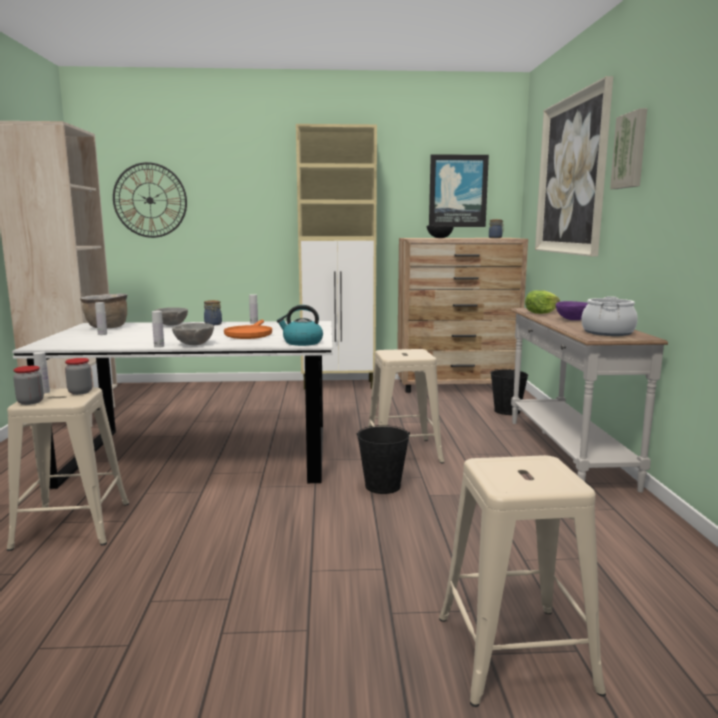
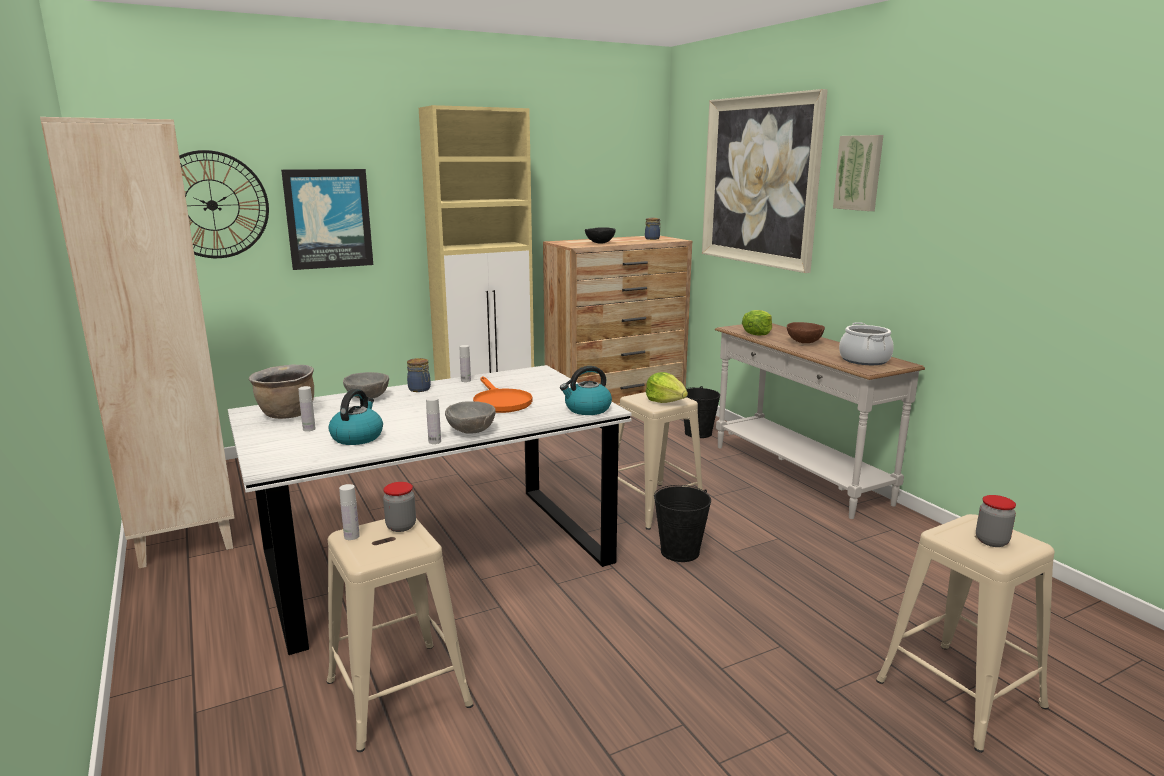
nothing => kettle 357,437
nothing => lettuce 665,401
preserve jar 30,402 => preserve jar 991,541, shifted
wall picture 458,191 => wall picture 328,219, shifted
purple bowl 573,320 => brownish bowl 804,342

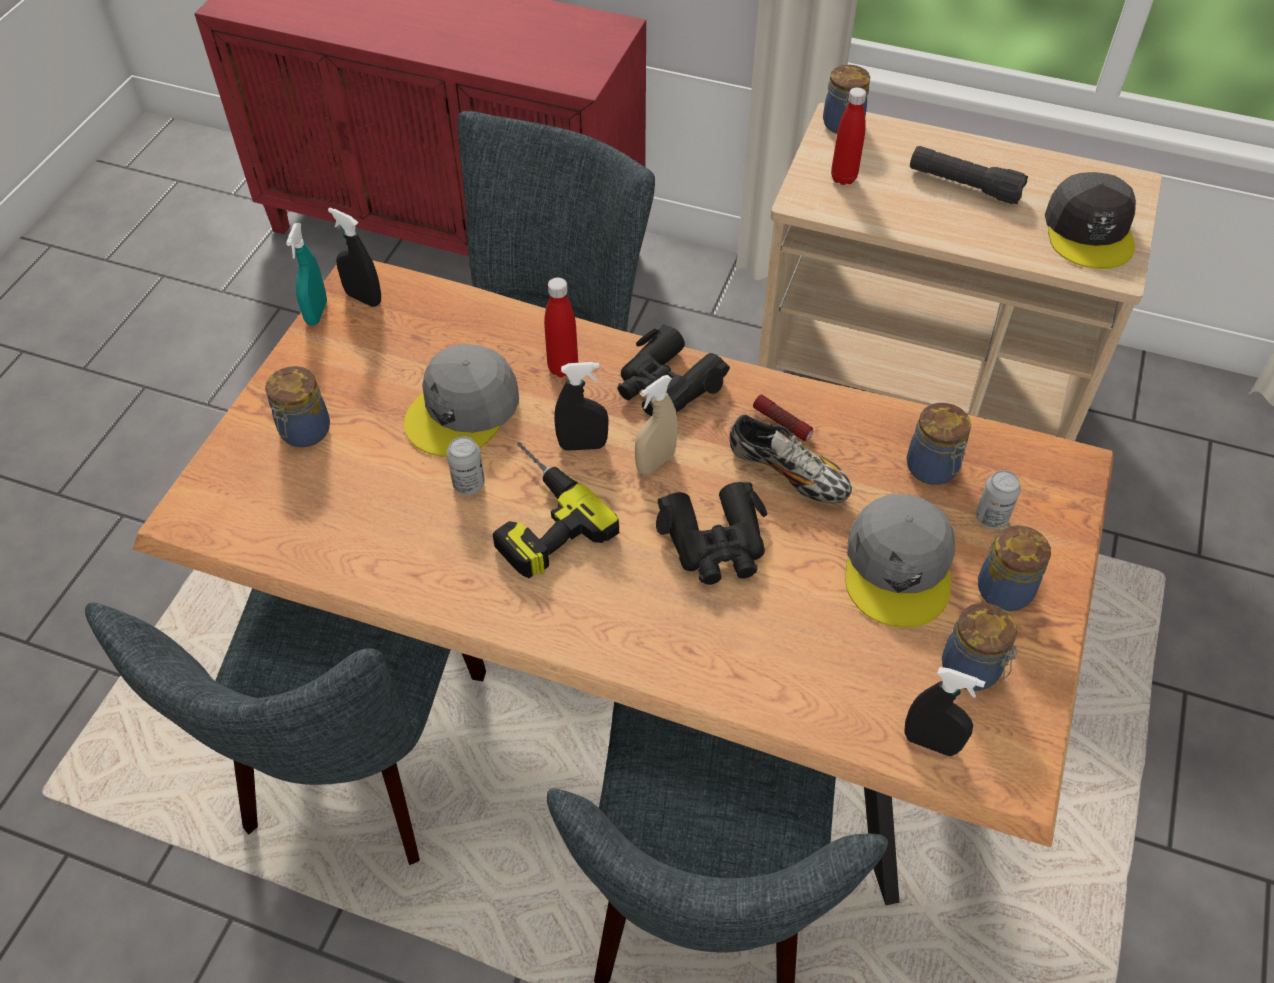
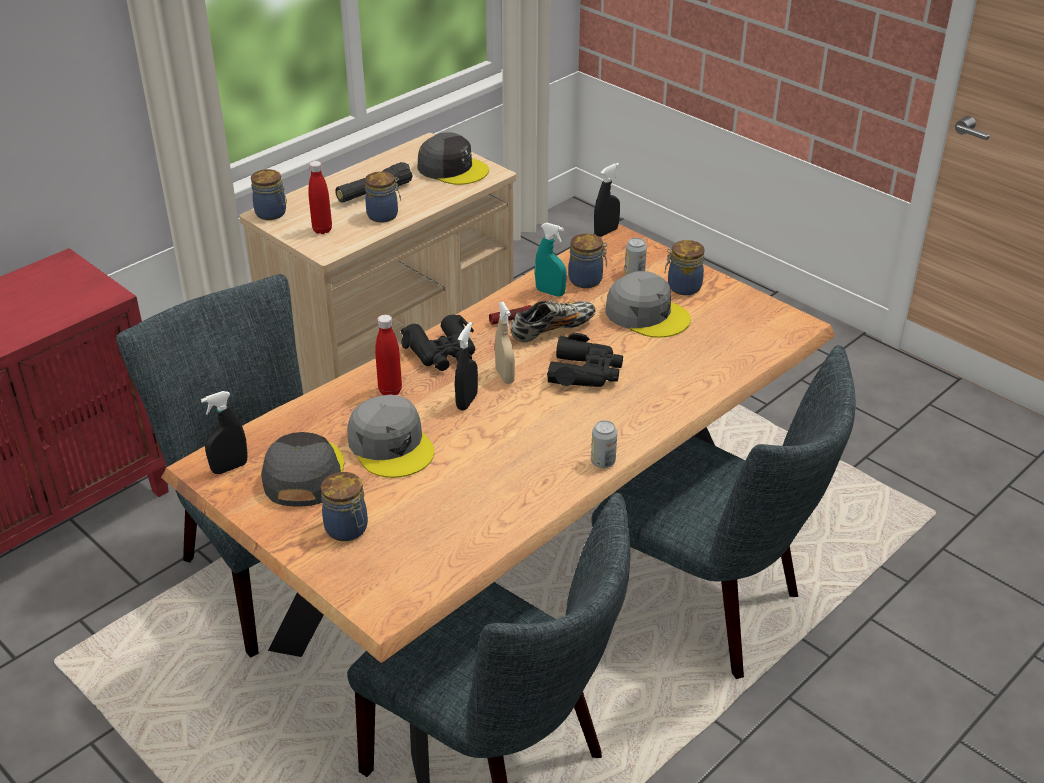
power drill 534,515 => nothing
nothing => greyish peaked cap 303,474
turquoise hand sprayer 317,313 => turquoise hand sprayer 550,292, shifted
sealed can 469,484 => sealed can 603,462, shifted
blackish hand sprayer 931,742 => blackish hand sprayer 606,232, shifted
preserve jar 972,670 => preserve jar 384,215, shifted

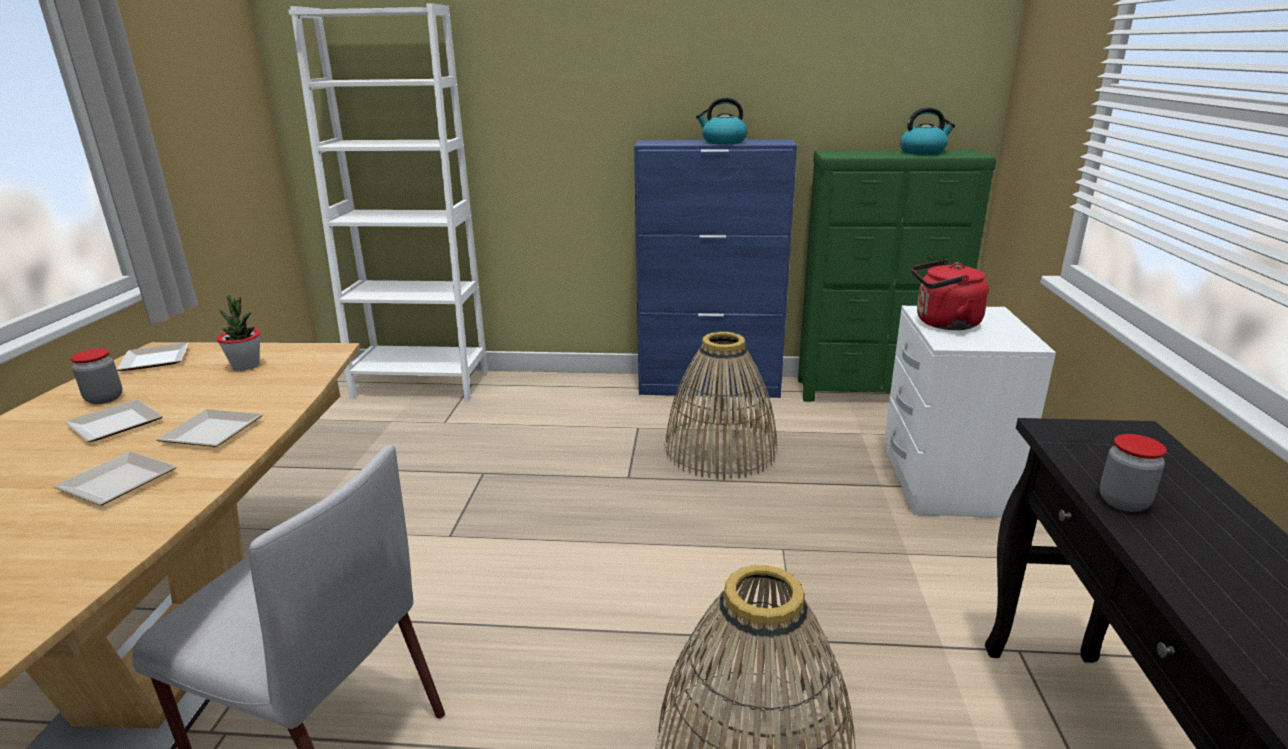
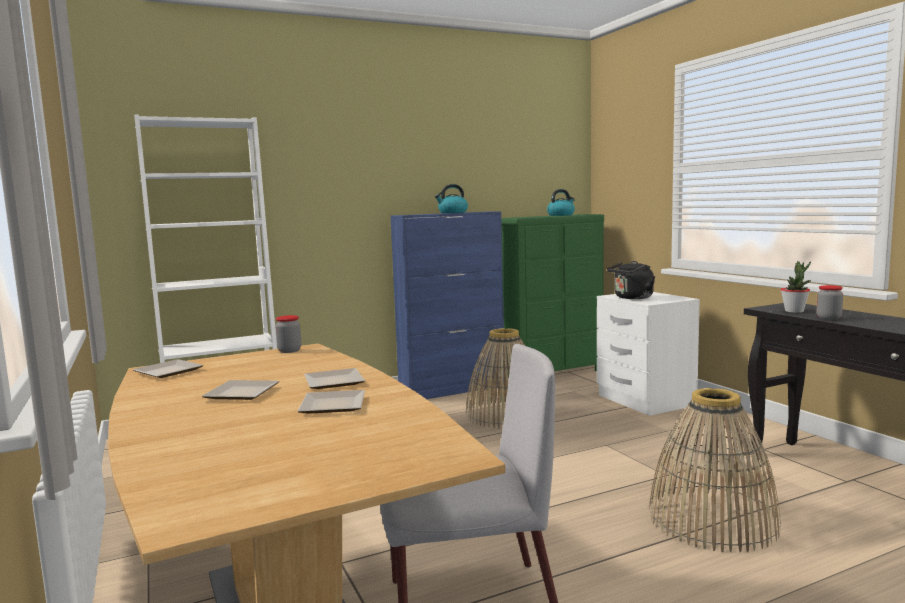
preserve jar 104,399 => preserve jar 289,350, shifted
houseplant 246,366 => houseplant 794,311, shifted
reddish kettle 943,323 => blackish kettle 631,298

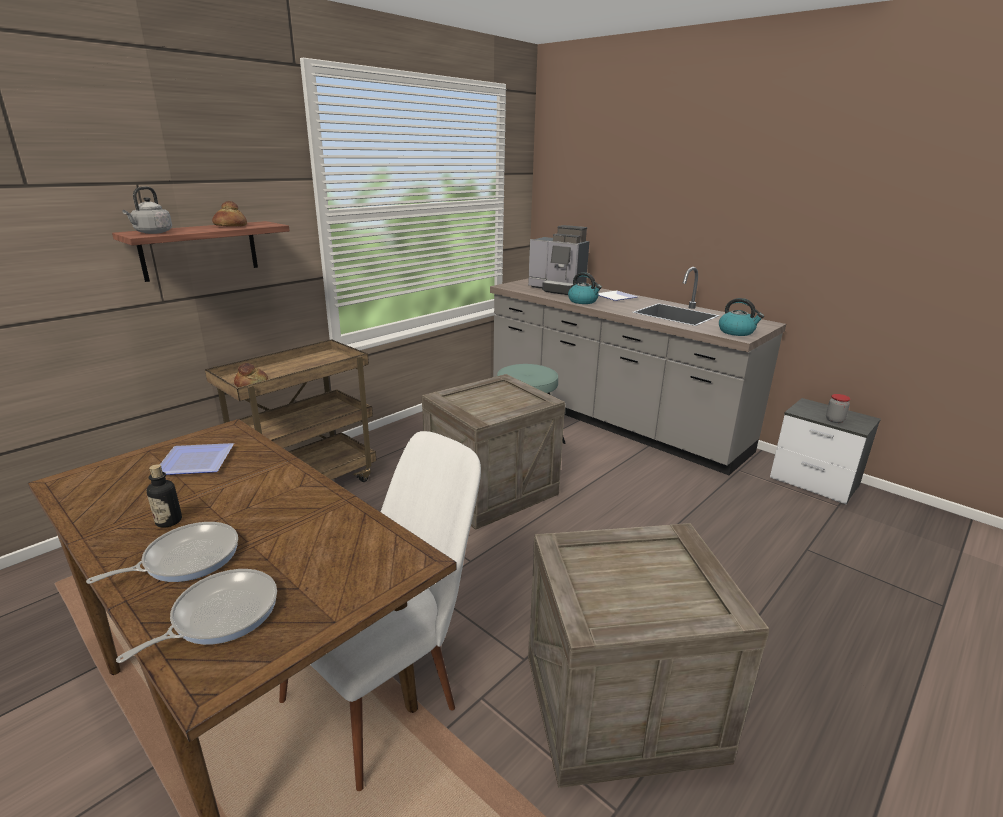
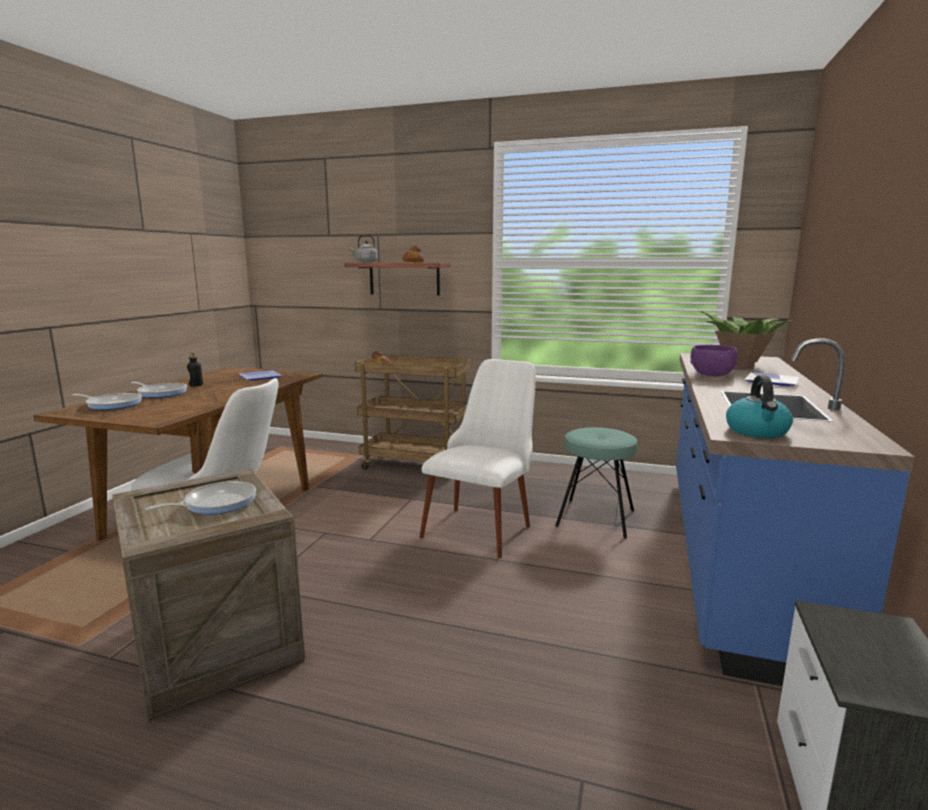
preserve jar 834,420 => nothing
nothing => frying pan 216,503
crate 492,490 => white plain chair 484,524
coffee machine 557,289 => houseplant 740,365
kettle 583,301 => purple bowl 712,375
greyish counter 610,420 => bluish counter 733,554

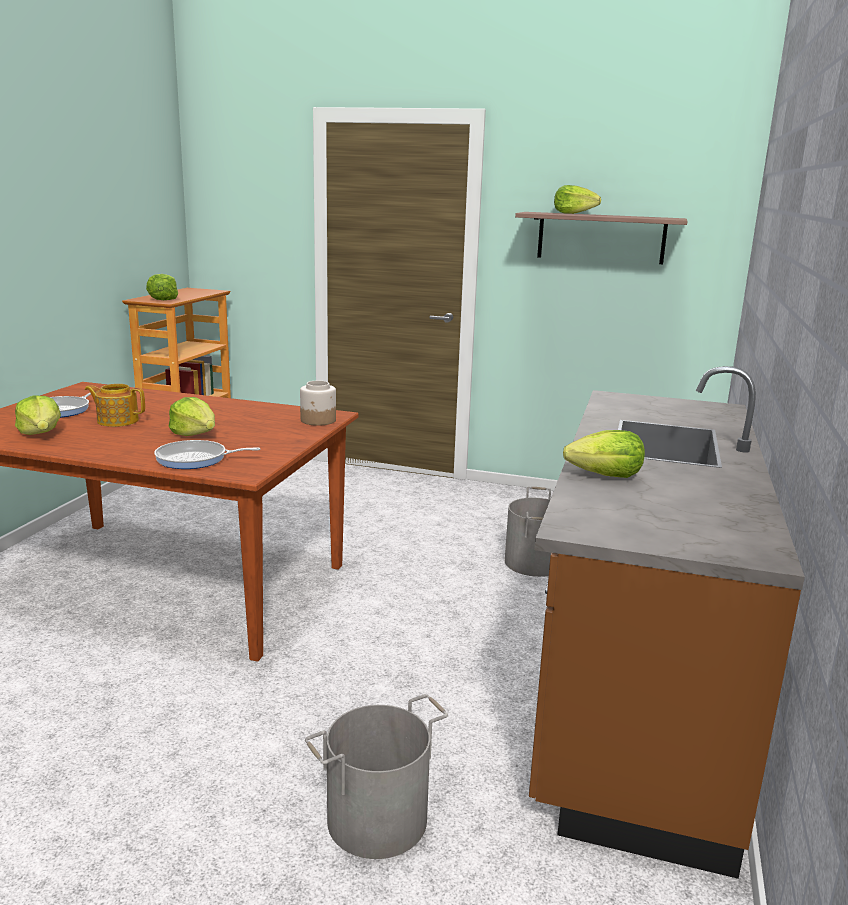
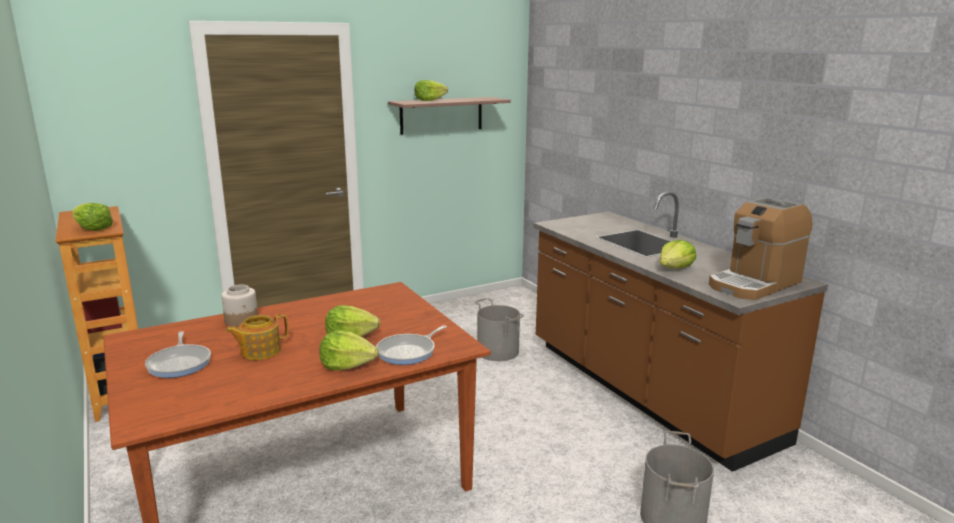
nothing => coffee machine 754,284
lettuce 41,433 => lettuce 347,365, shifted
preserve jar 318,420 => preserve jar 242,320, shifted

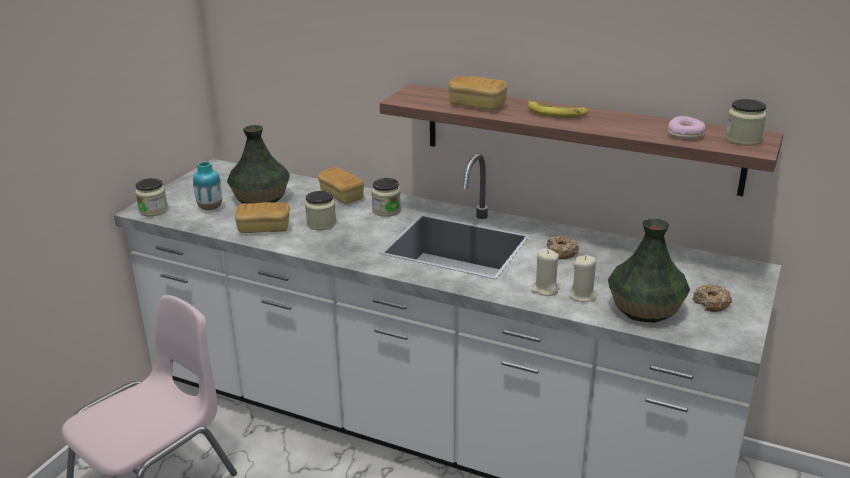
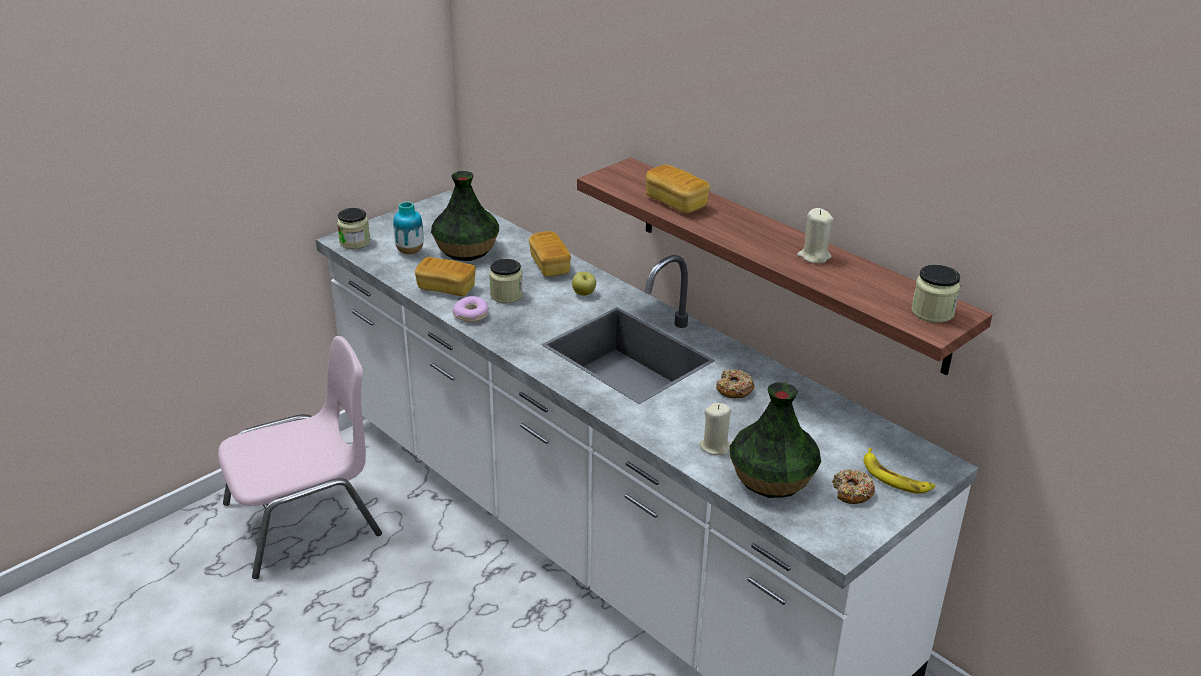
banana fruit 556,113 => banana fruit 895,477, shifted
beige-coloured candle 545,289 => beige-coloured candle 814,256, shifted
donut 685,134 => donut 471,315, shifted
preserve jar 386,210 => whole apple 584,294

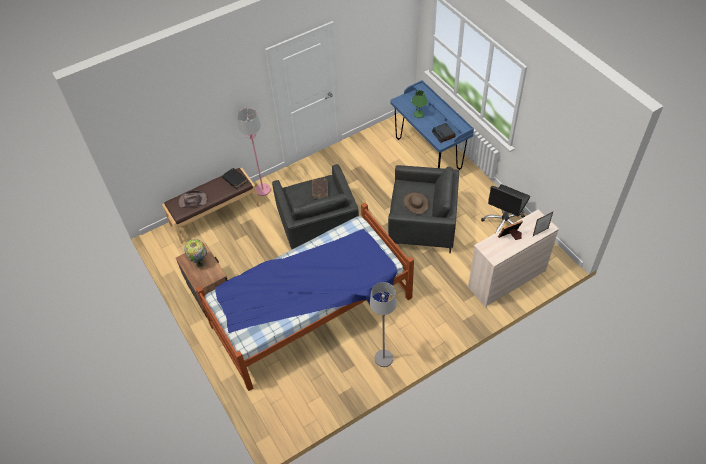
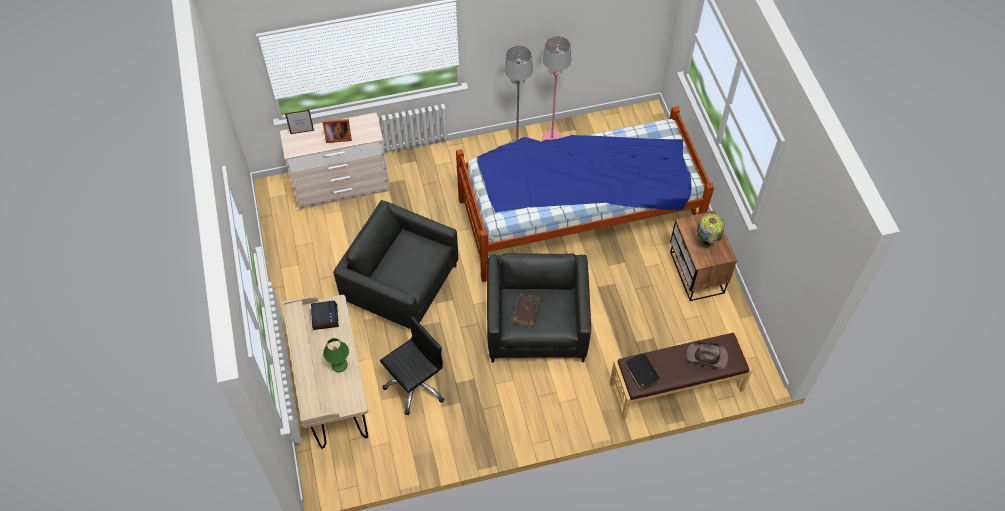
brownish hat 415,203 => nothing
pinkish floor lamp 263,190 => pinkish floor lamp 551,138, shifted
blackish desk chair 504,224 => blackish desk chair 416,385, shifted
bluish desk table 428,154 => beige-coloured desk table 335,394

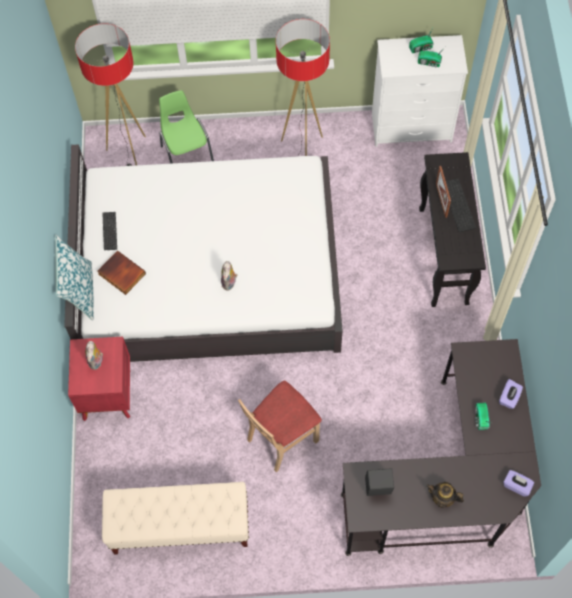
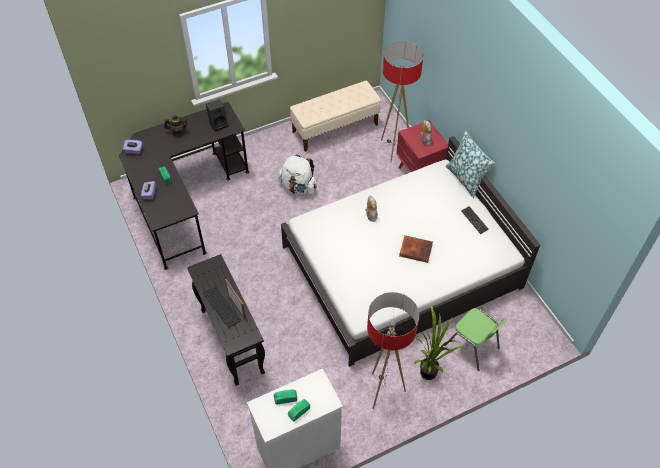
nothing => houseplant 429,369
floor lamp 129,153 => floor lamp 394,149, shifted
bound book 121,274 => bound book 416,249, shifted
beige-coloured plain chair 282,438 => white backpack 298,187

